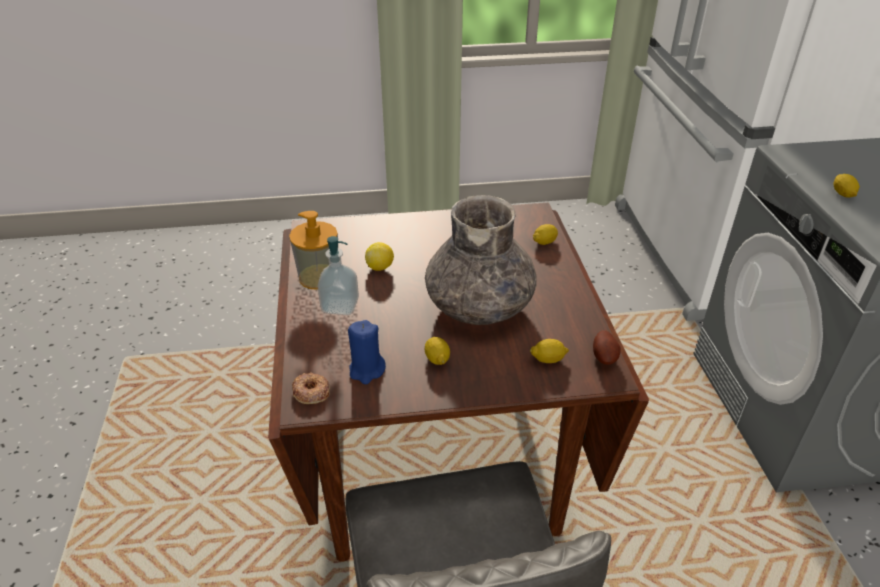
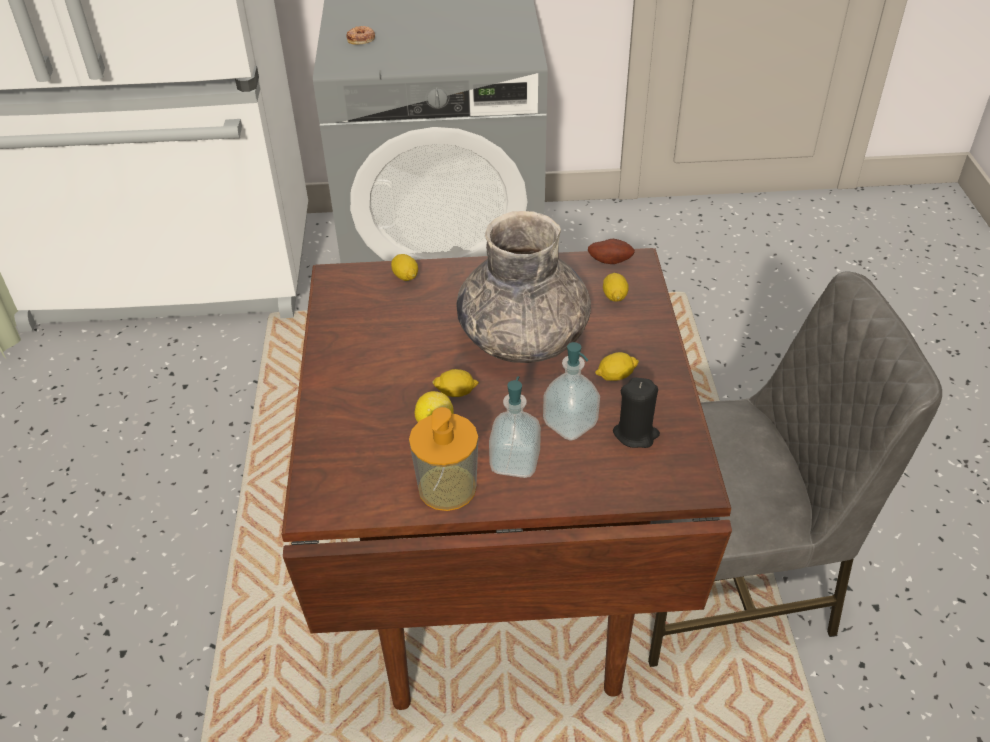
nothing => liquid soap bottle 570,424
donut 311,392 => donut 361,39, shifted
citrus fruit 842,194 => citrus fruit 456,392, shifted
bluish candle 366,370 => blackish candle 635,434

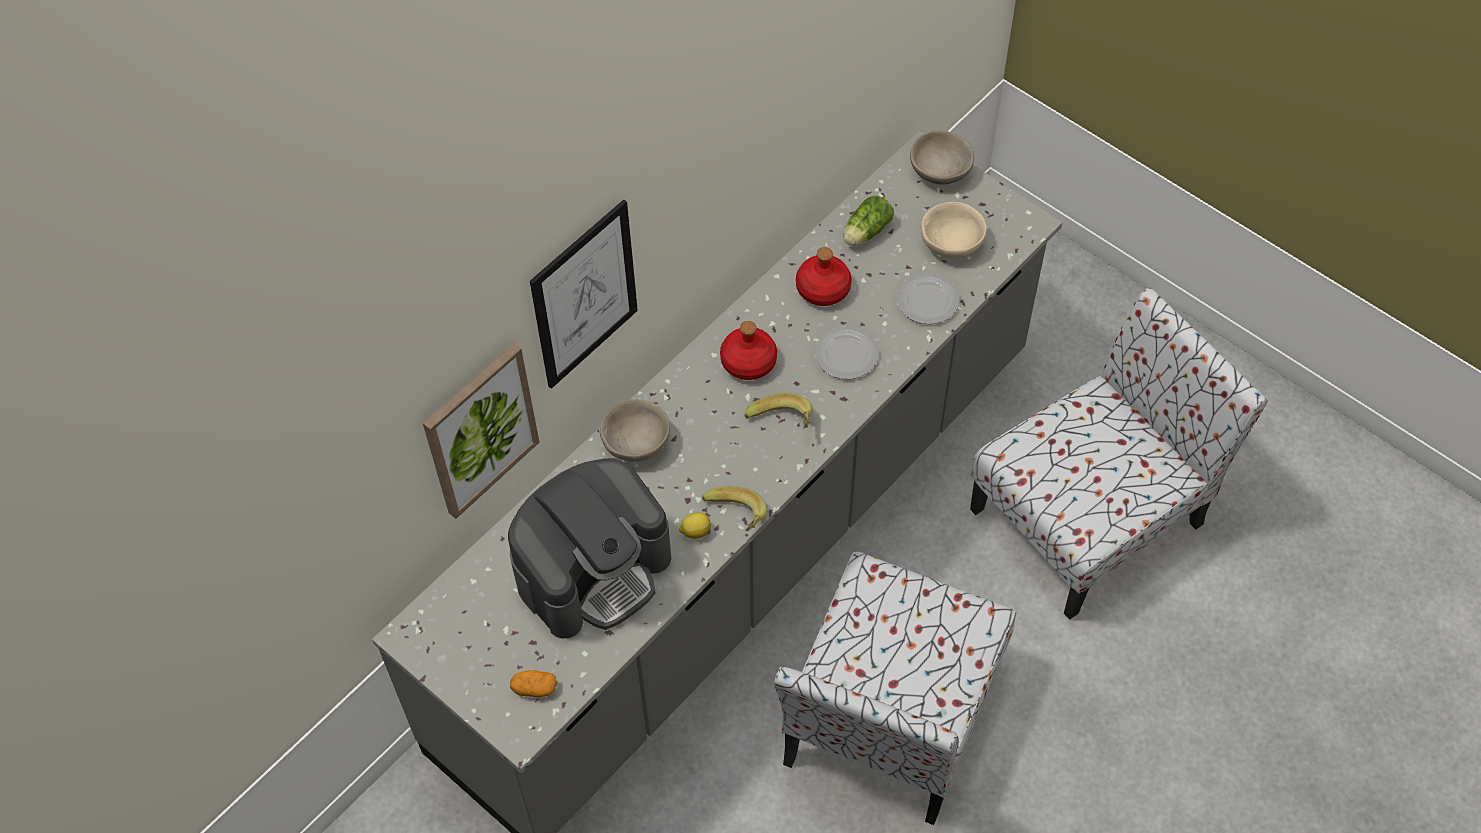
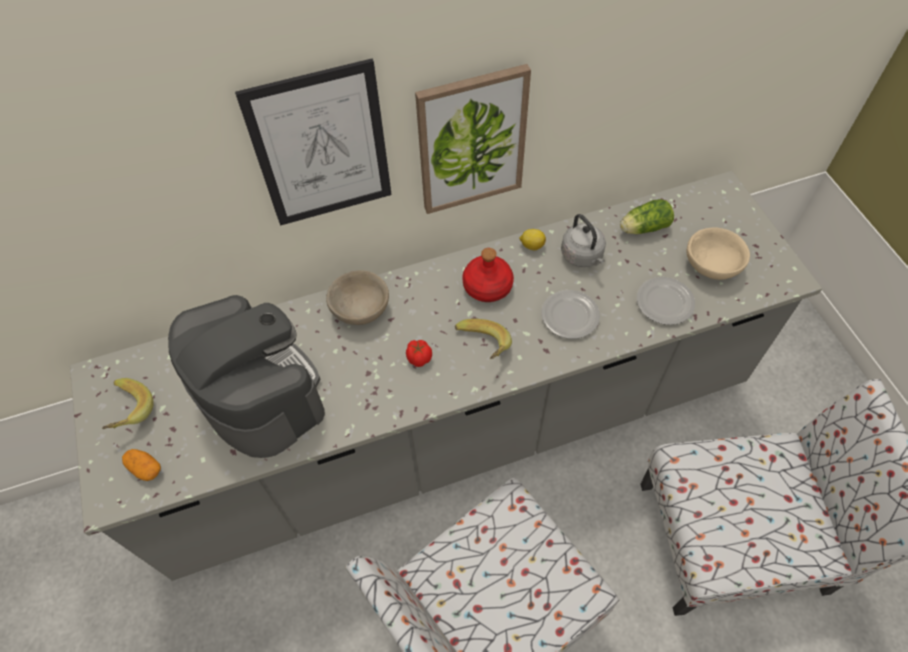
beige-coloured bowl 939,172 => nothing
nothing => whole tomato 419,358
wall picture 480,430 => wall picture 471,141, shifted
citrus fruit 695,531 => citrus fruit 531,245, shifted
banana fruit 734,519 => banana fruit 127,412, shifted
reddish bottle 823,289 => greyish kettle 583,256
coffee machine 593,570 => coffee machine 259,393, 120 degrees counterclockwise

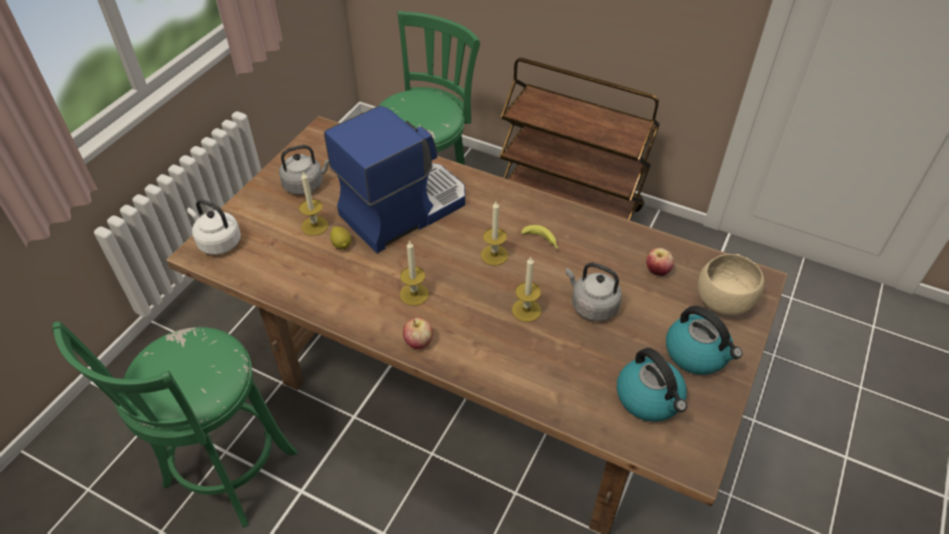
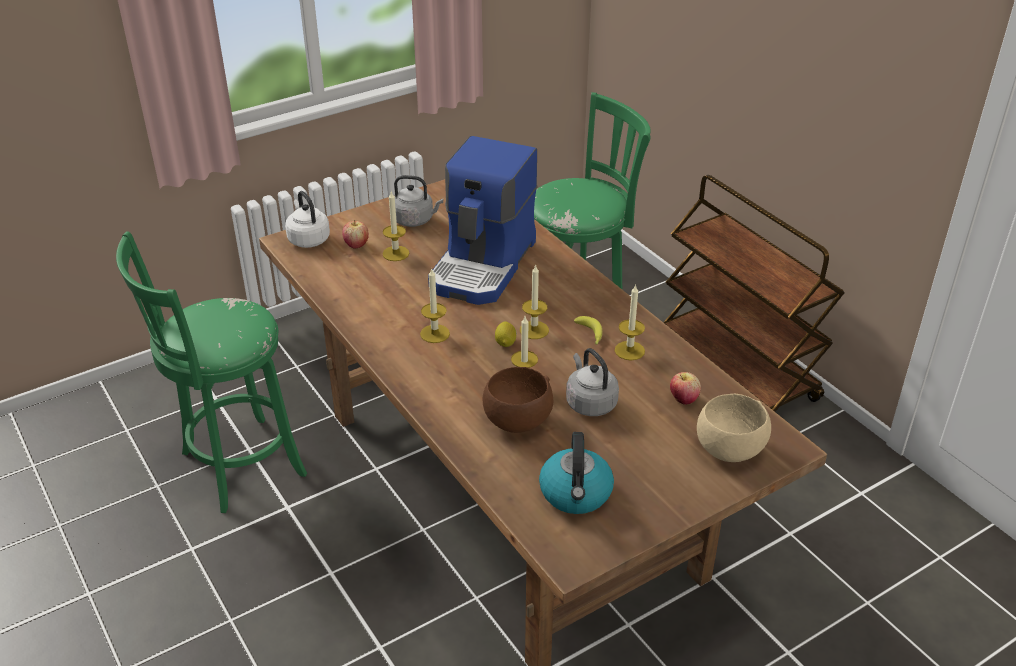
kettle 697,353 => nothing
nothing => brownish bowl 516,422
nothing => candle 629,350
citrus fruit 341,244 => citrus fruit 505,342, shifted
whole apple 418,342 => whole apple 356,245, shifted
coffee machine 403,208 => coffee machine 484,265, 120 degrees clockwise

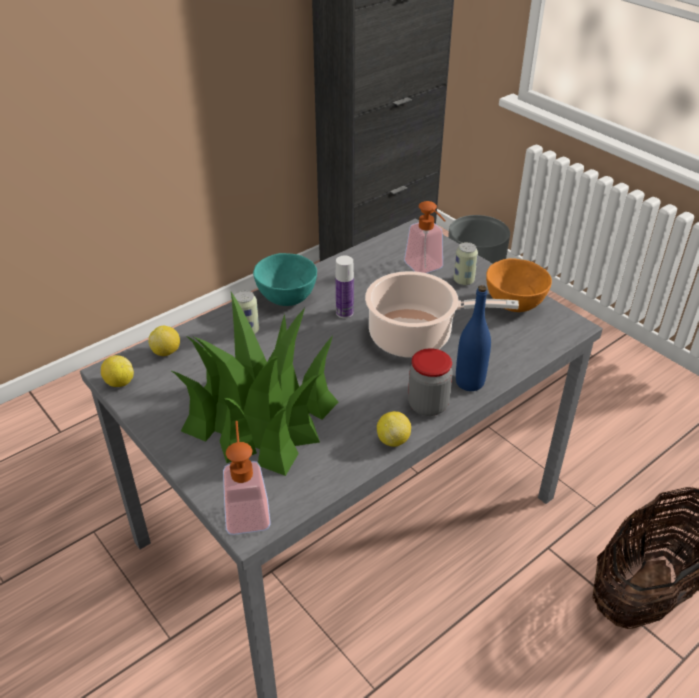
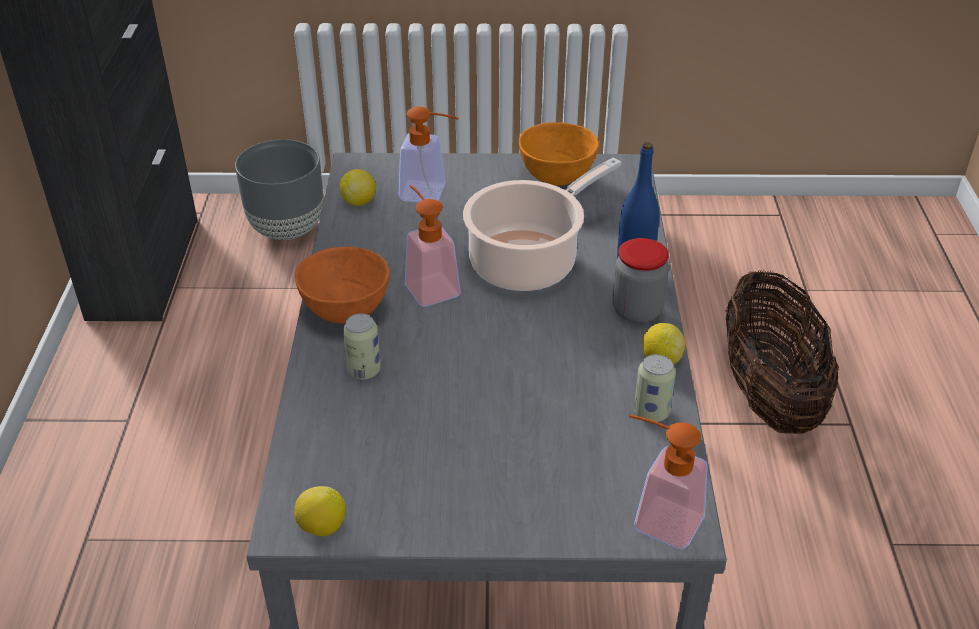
houseplant 260,417 => nothing
citrus fruit 166,352 => citrus fruit 359,201, shifted
sealed can 463,281 => sealed can 651,412, shifted
bottle 344,313 => liquid soap bottle 428,285
turquoise bowl 286,298 => orangey bowl 344,311

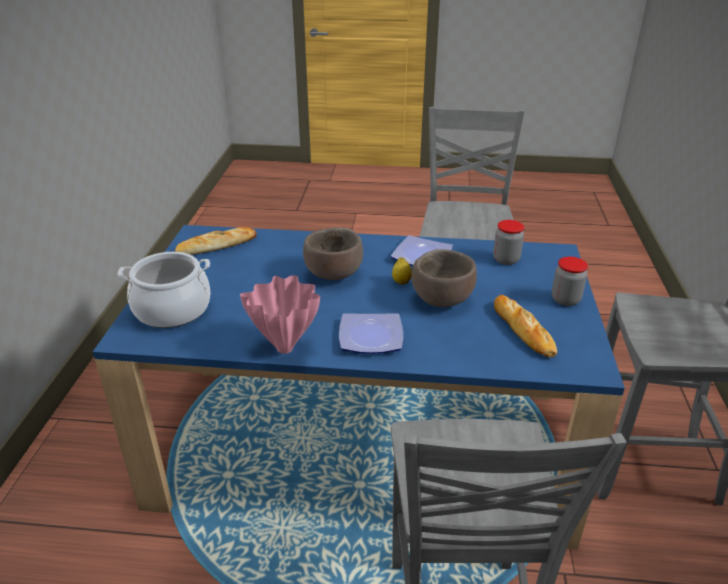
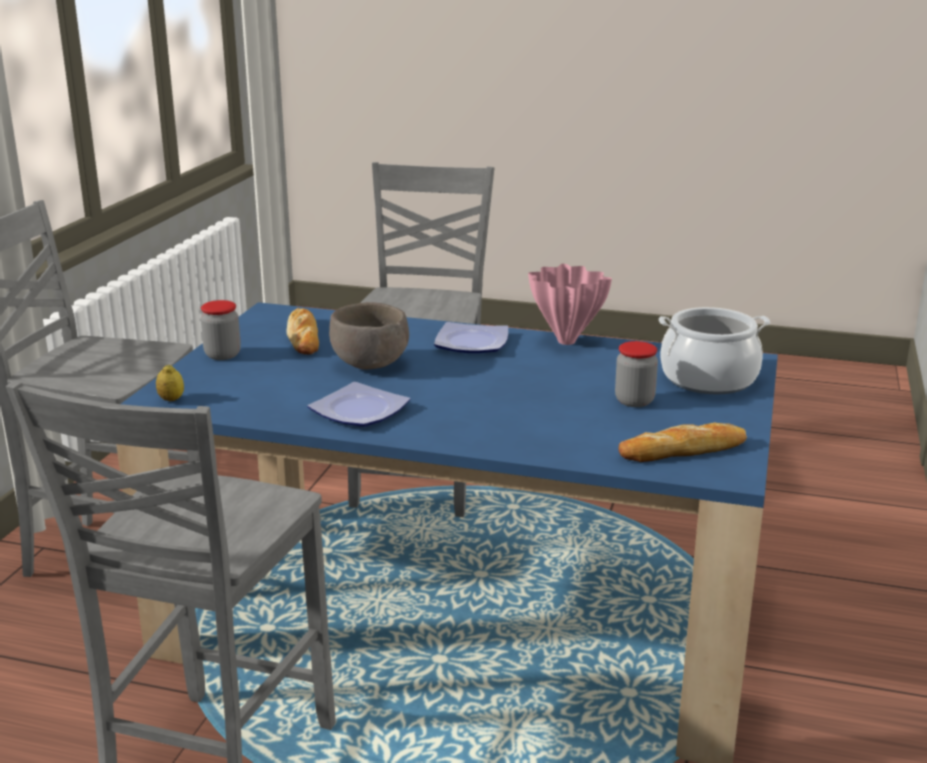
brownish bowl 334,274 => nothing
citrus fruit 401,282 => citrus fruit 171,399, shifted
preserve jar 506,259 => preserve jar 634,401, shifted

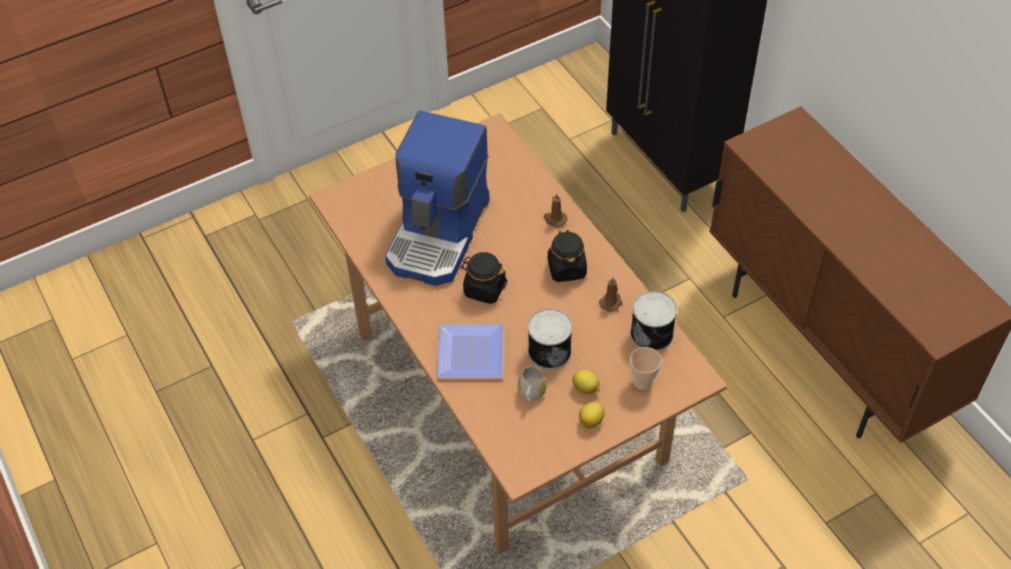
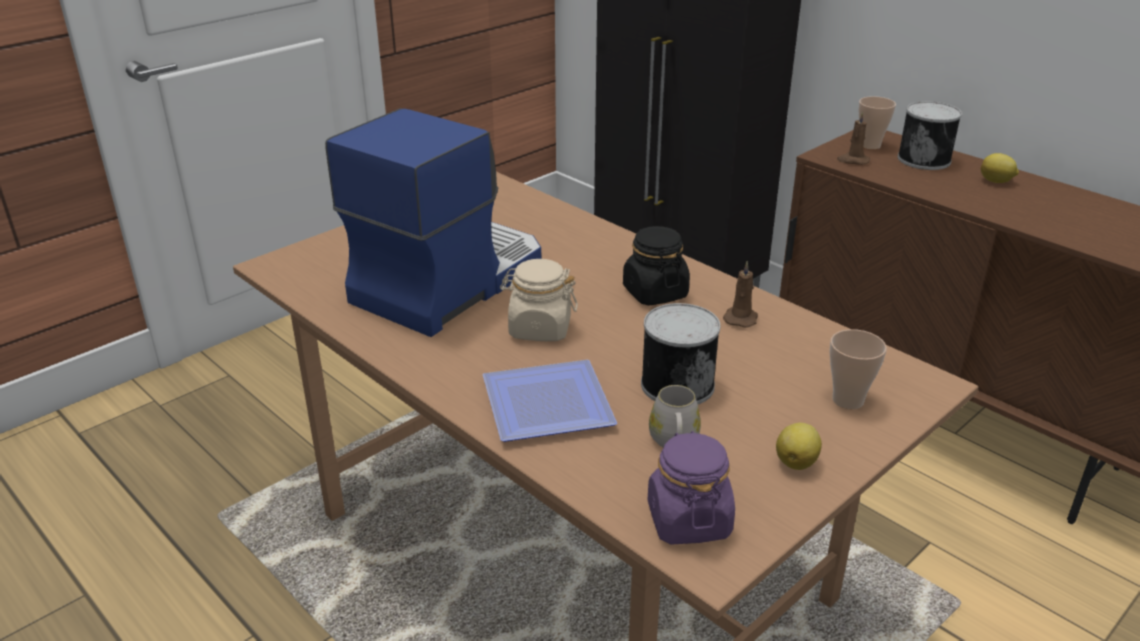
nothing => purple preserve jar 688,520
nothing => cup 870,145
brownish candle 555,219 => brownish candle 852,160, shifted
citrus fruit 586,388 => citrus fruit 996,181, shifted
sealed can 652,333 => sealed can 924,159, shifted
blackish preserve jar 484,289 => beige-coloured preserve jar 539,328
coffee machine 439,234 => coffee machine 448,281, 150 degrees counterclockwise

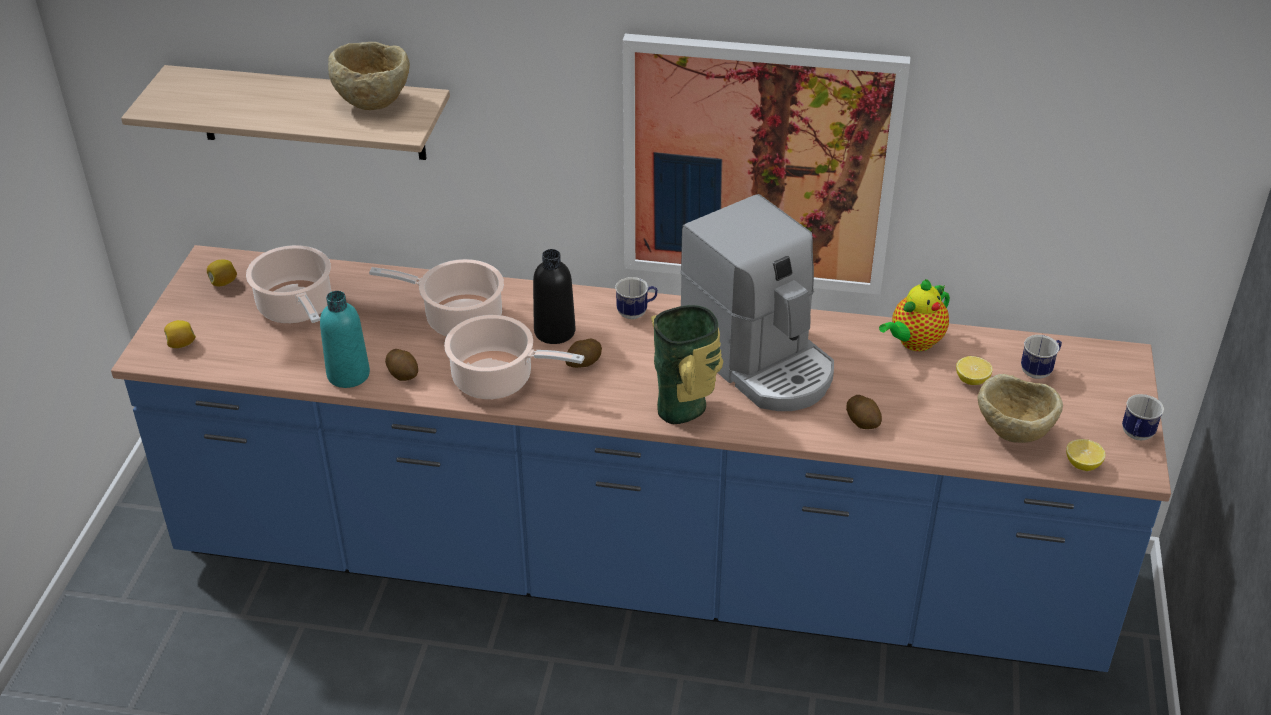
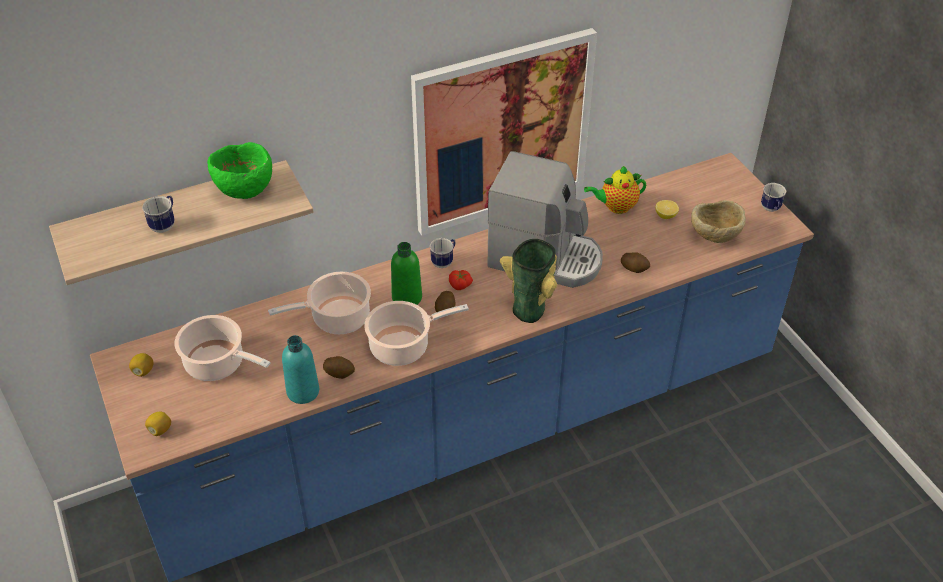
citrus fruit 1082,464 => nothing
nothing => whole tomato 460,285
coffee mug 1039,370 => coffee mug 165,224, shifted
beige-coloured bowl 373,101 => greenish bowl 244,190
blackish bottle 554,332 => greenish bottle 407,297
pot for tea 914,342 => pot for tea 616,207, 60 degrees clockwise

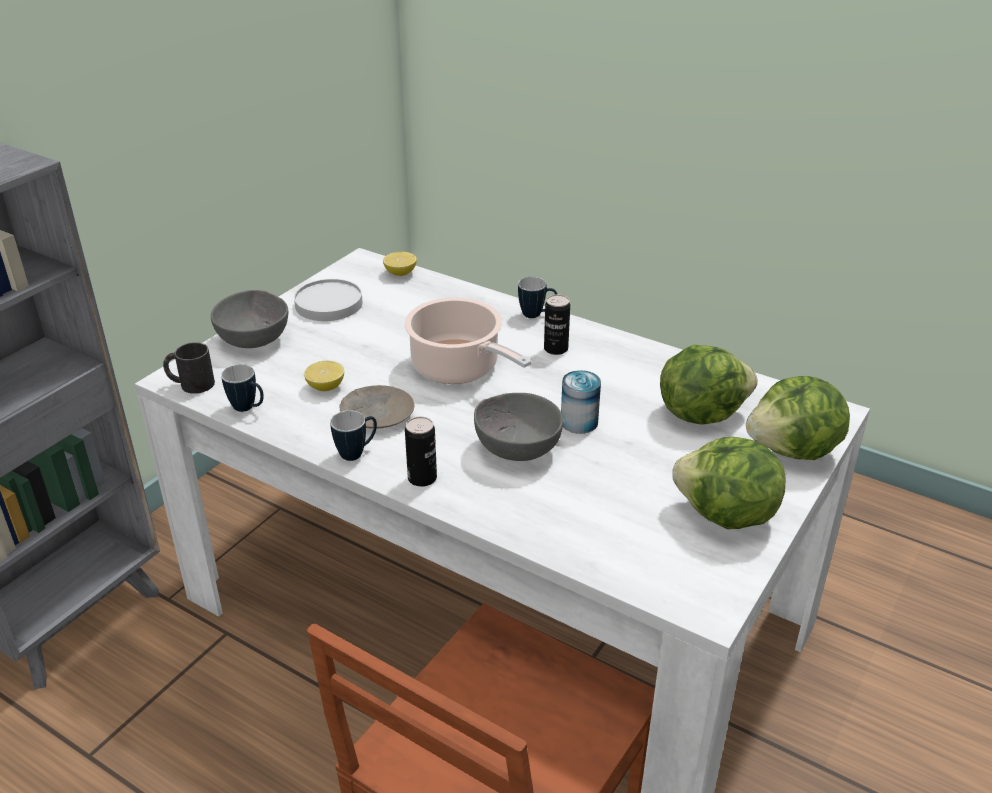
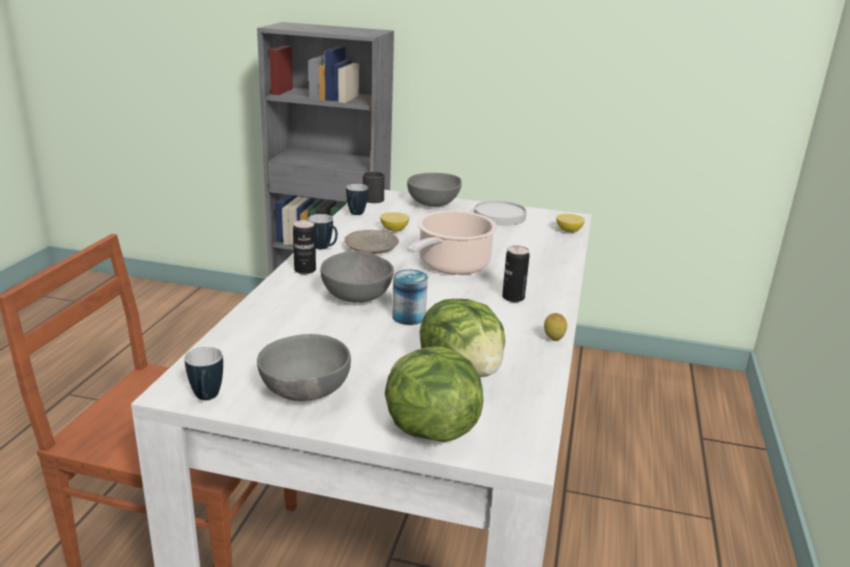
nothing => citrus fruit 553,340
coffee mug 537,315 => coffee mug 206,399, shifted
lettuce 726,516 => greyish bowl 304,393

